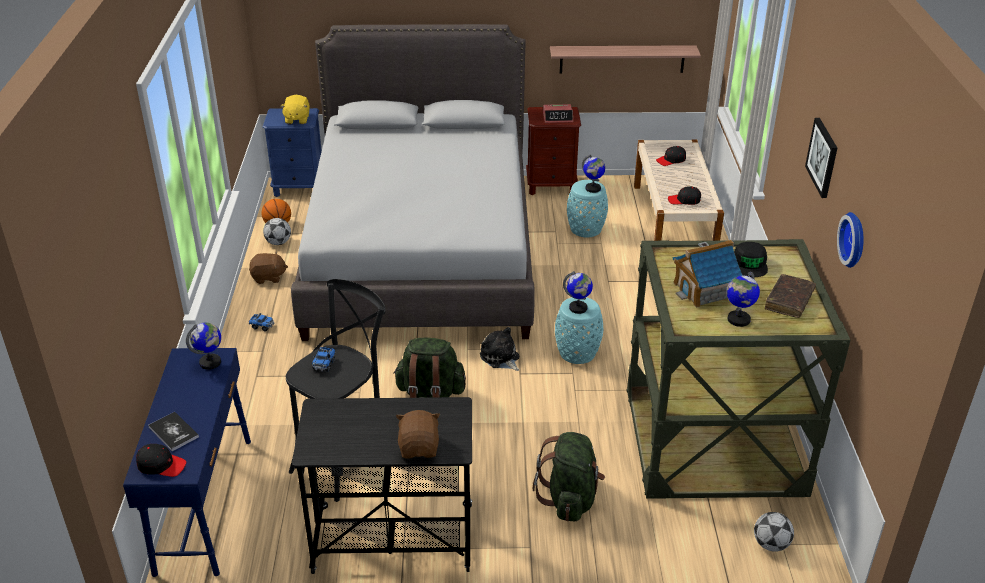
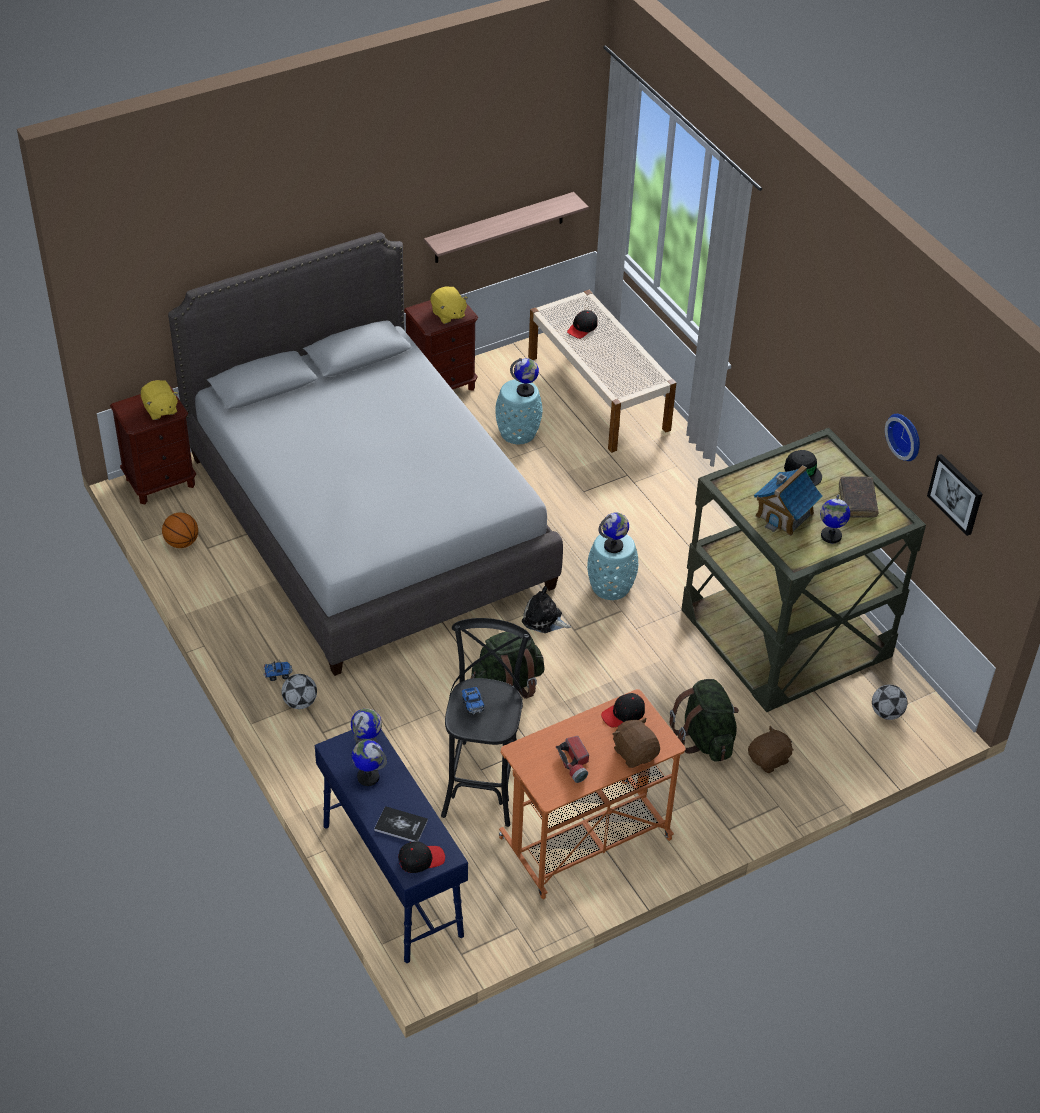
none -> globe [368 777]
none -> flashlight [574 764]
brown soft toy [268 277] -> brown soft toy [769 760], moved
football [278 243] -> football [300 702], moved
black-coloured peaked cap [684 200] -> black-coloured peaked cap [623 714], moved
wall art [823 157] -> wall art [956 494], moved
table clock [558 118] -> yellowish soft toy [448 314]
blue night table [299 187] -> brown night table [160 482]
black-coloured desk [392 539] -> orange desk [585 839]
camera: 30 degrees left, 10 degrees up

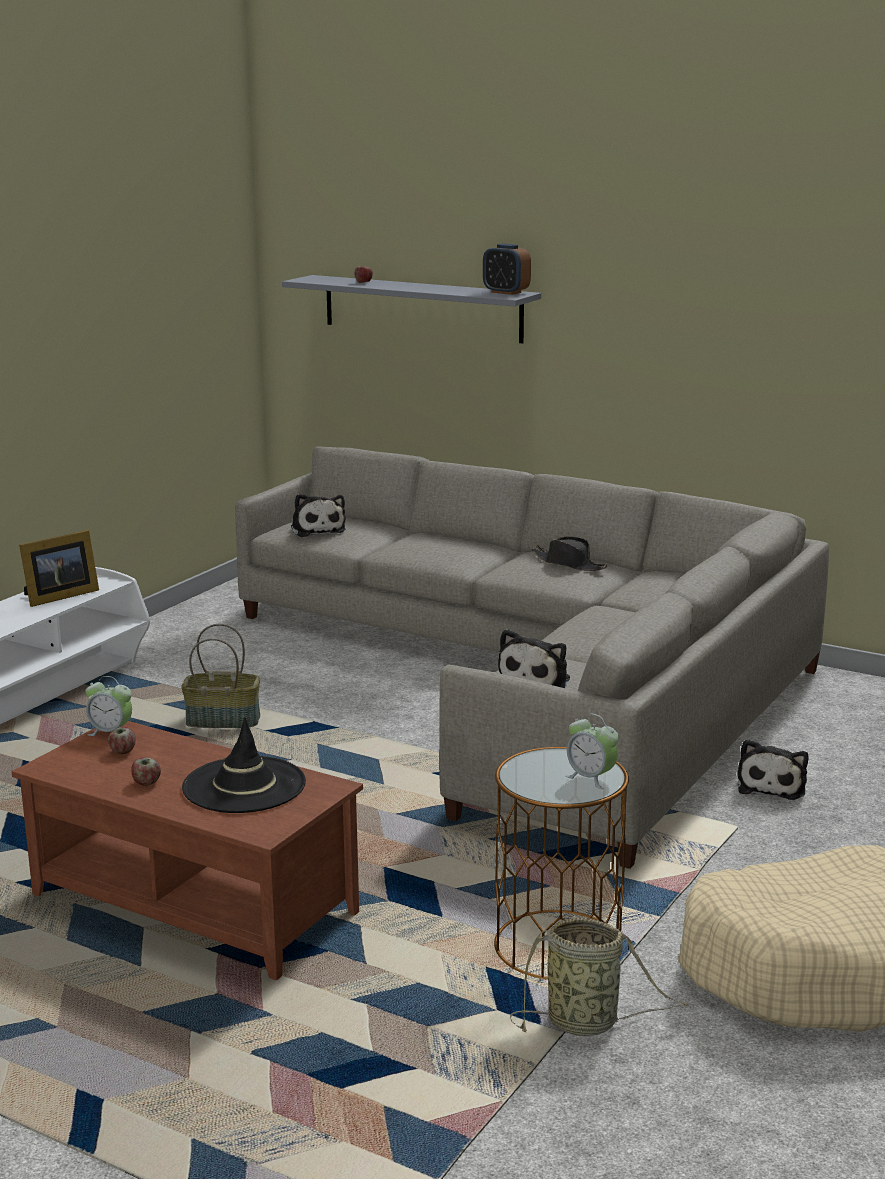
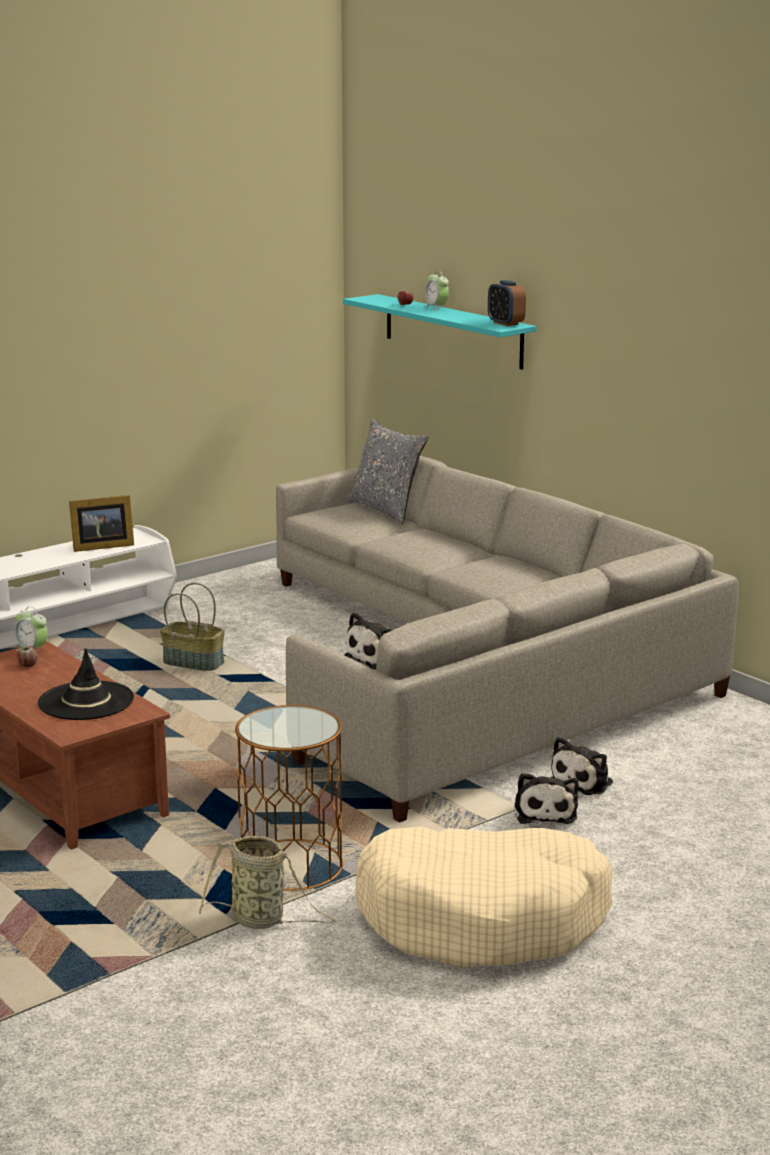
apple fruit [146 783] -> none
black-coloured clothing hat [569 563] -> none
none -> gray pillow [386 510]
soft toy [317 530] -> soft toy [545 812], moved
table clock [591 778] -> table clock [436 308], moved
gray bracket shelf [422 308] -> turquoise-coloured bracket shelf [453 331]
camera: 20 degrees right, 0 degrees up

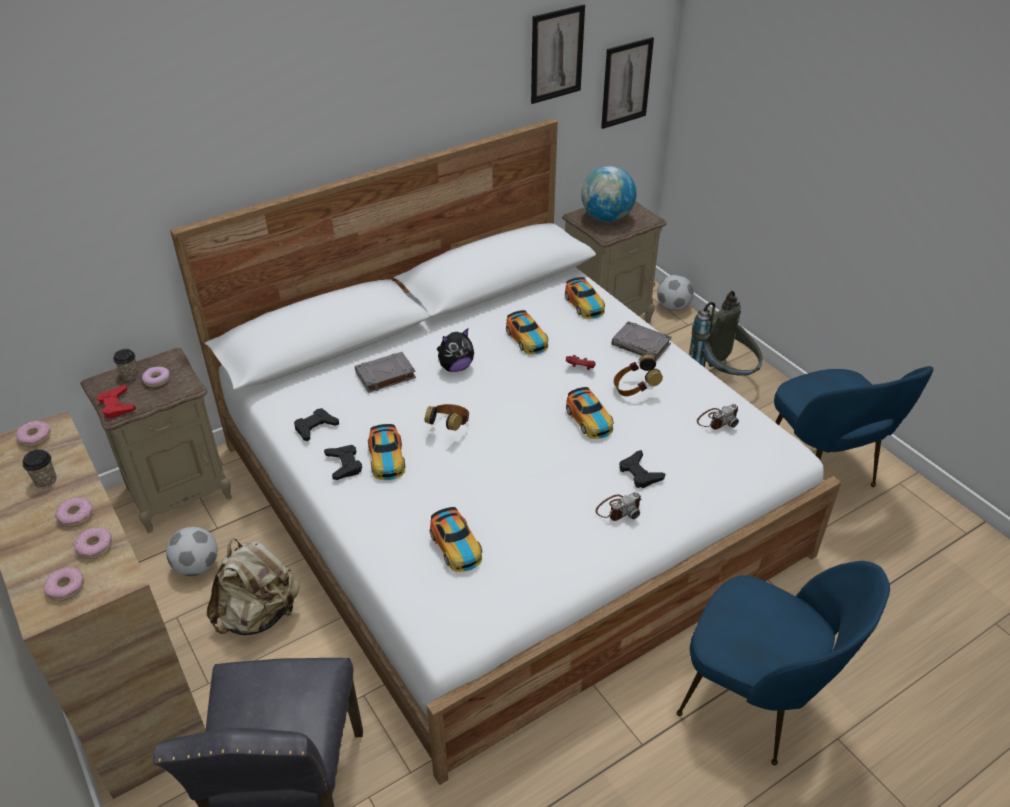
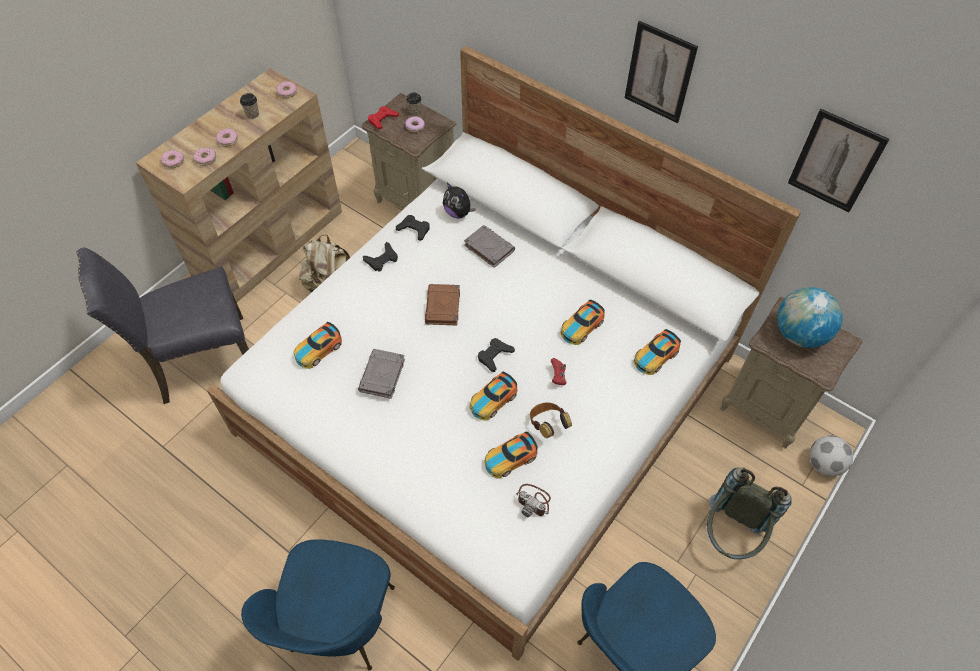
football [197 567] -> none
still camera [618 509] -> none
model car [386 458] -> model car [510 458], moved
soft toy [455 367] -> soft toy [458 213], moved
wall art [626 83] -> wall art [659 73], moved
gray volume [641 345] -> gray volume [382 376], moved
black-coloured game controller [639 473] -> black-coloured game controller [494 356], moved
headset [449 427] -> brown volume [443 307]
camera: 70 degrees right, 15 degrees up

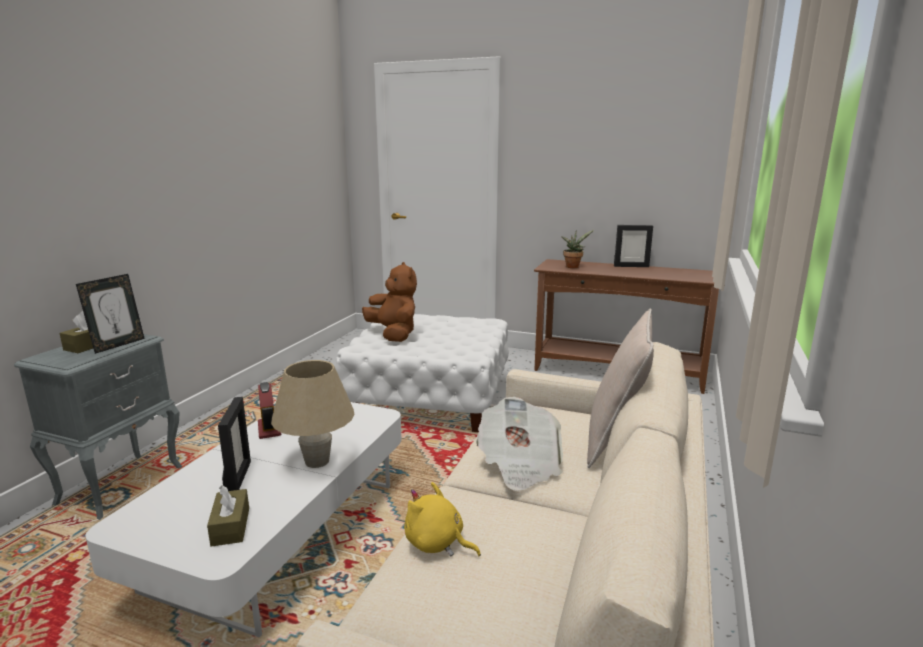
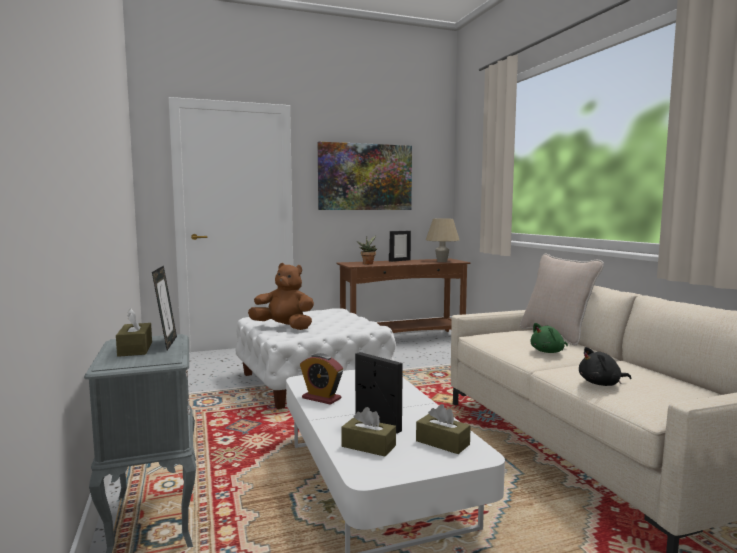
none -> wall art [365 177]
none -> brown tissue holder [368 446]
sand-coloured table lamp [317 461] -> sand-coloured table lamp [442 261], moved
printed paper [519 464] -> green-coloured soft toy [548 352]
yellowish soft toy [437 543] -> black-coloured soft toy [602 384]
camera: 40 degrees left, 10 degrees down

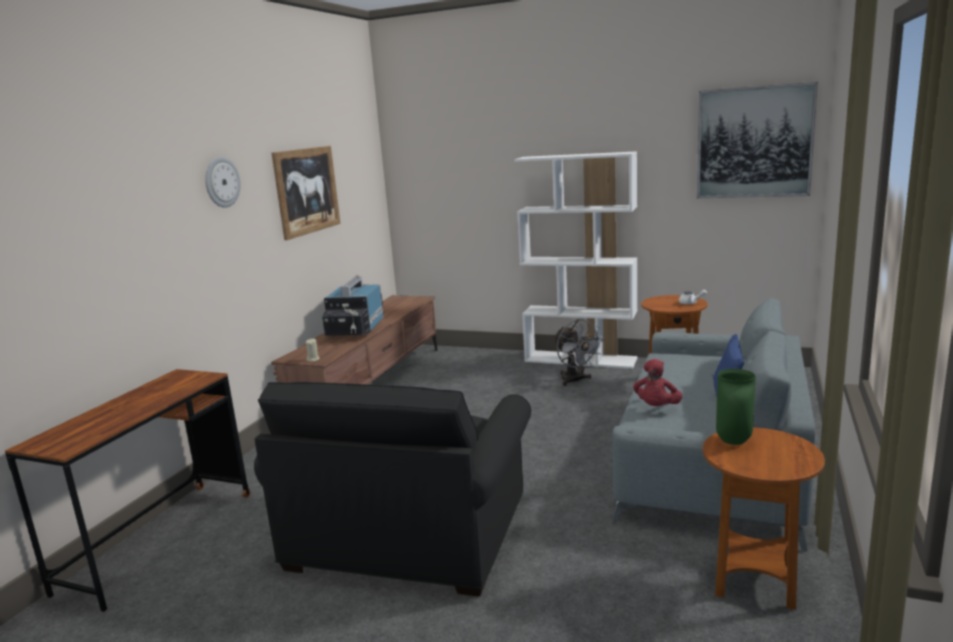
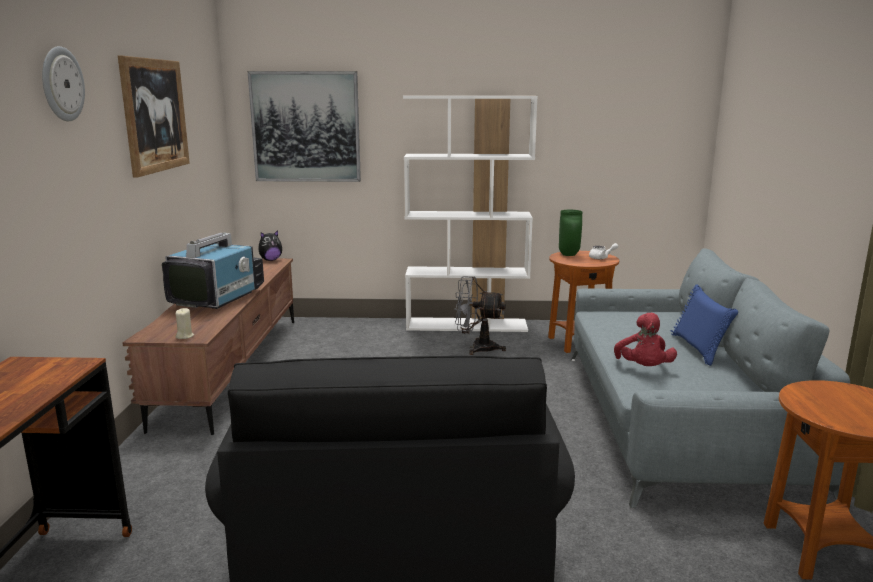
none -> soft toy [270 260]
wall art [754 142] -> wall art [306 127], moved
green-coloured decorative vase [734 441] -> green-coloured decorative vase [569 255], moved
TV set [355 330] -> TV set [218 298], 150 degrees counterclockwise
gray cooling fan [575 381] -> gray cooling fan [477 348], 150 degrees clockwise
camera: 20 degrees left, 0 degrees up

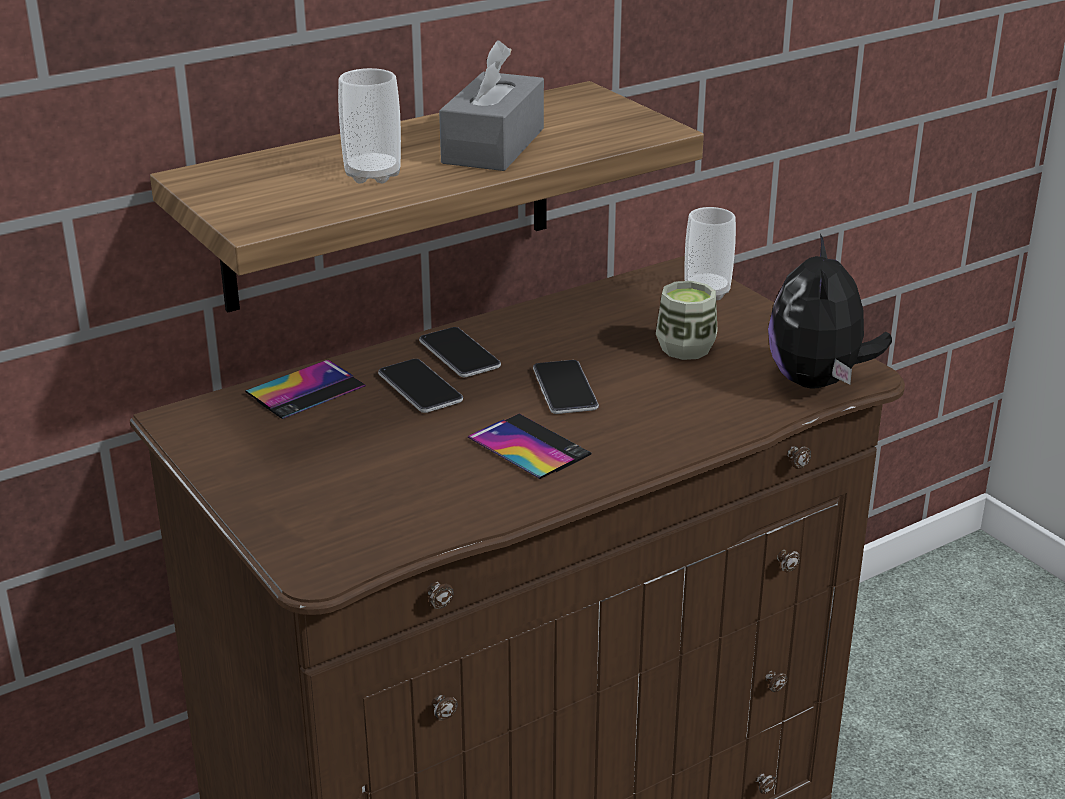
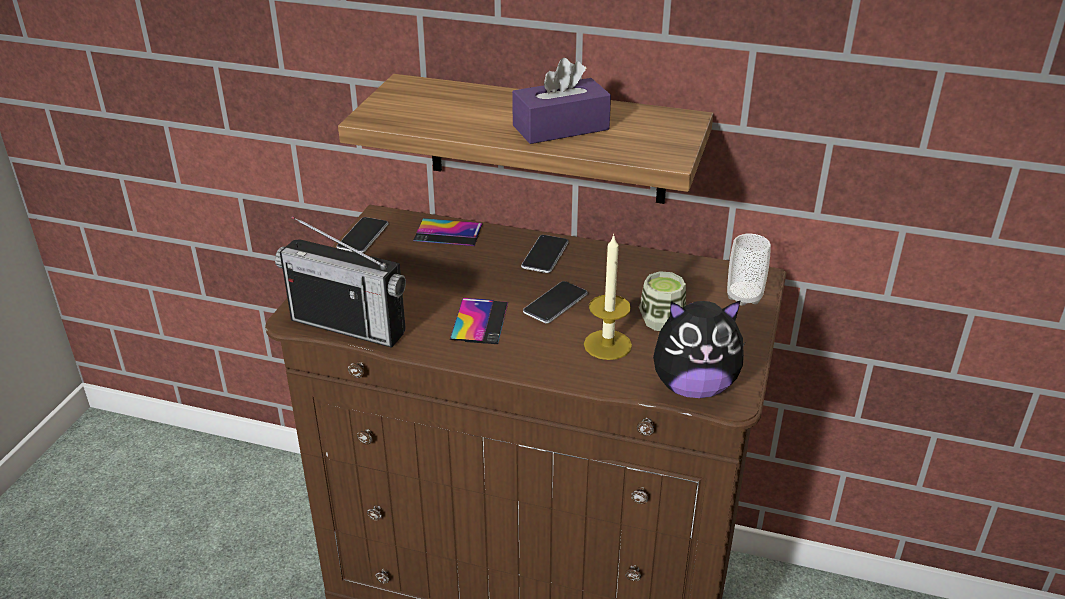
small cup [372 175] -> none
none -> radio set [348 326]
none -> wax candle [607 345]
handset [420 387] -> handset [363 236], moved
gray tissue holder [493 146] -> purplish tissue holder [560 127]
soft toy [818 382] -> soft toy [693 387], 150 degrees counterclockwise
camera: 50 degrees right, 5 degrees up

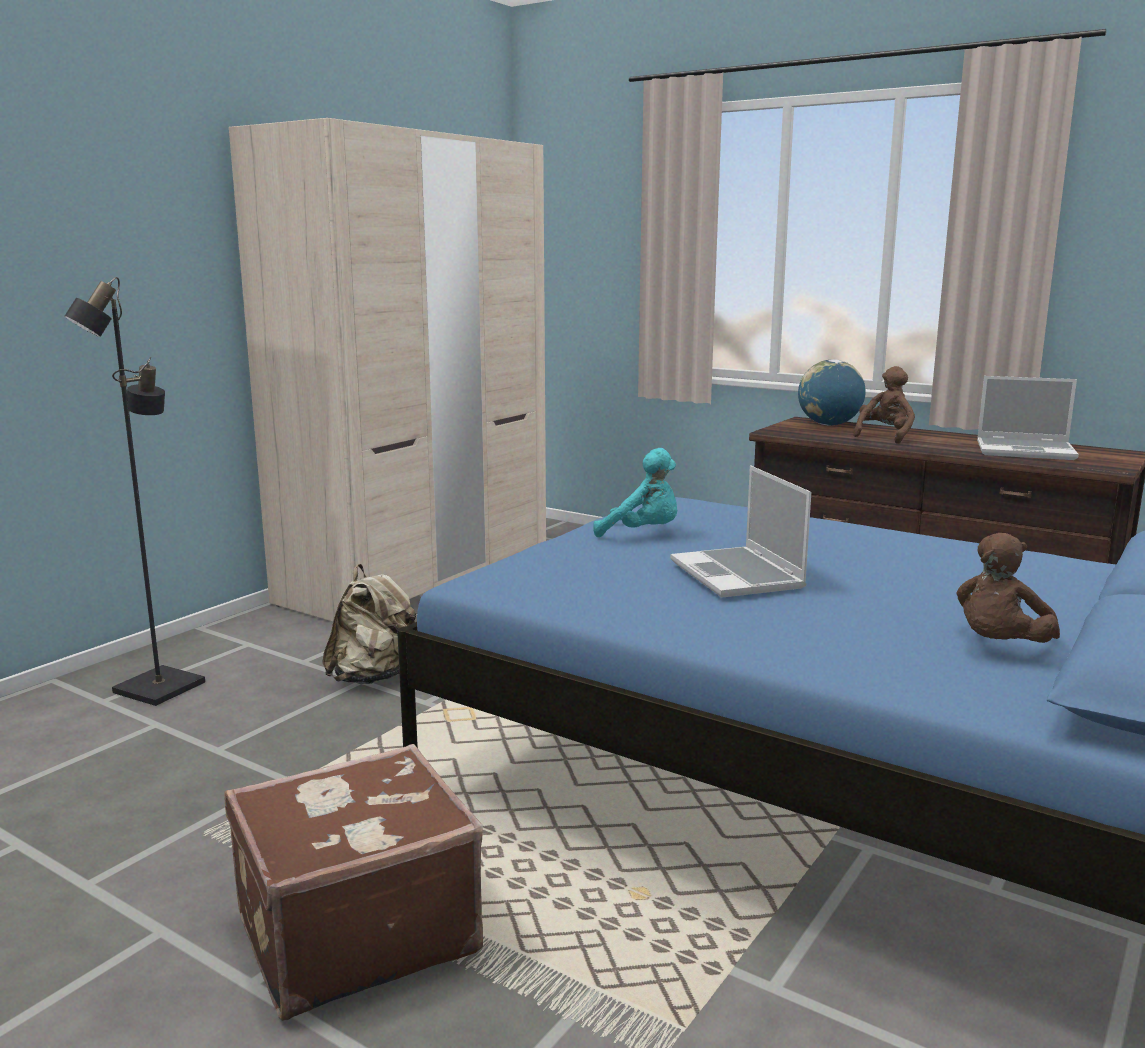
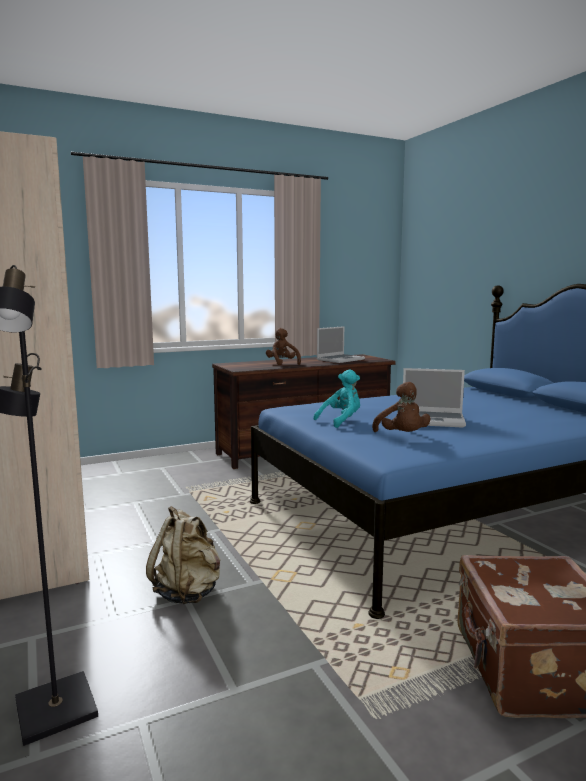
globe [829 425] -> none
brown soft toy [999 647] -> brown soft toy [402 436], moved
camera: 60 degrees left, 5 degrees down

